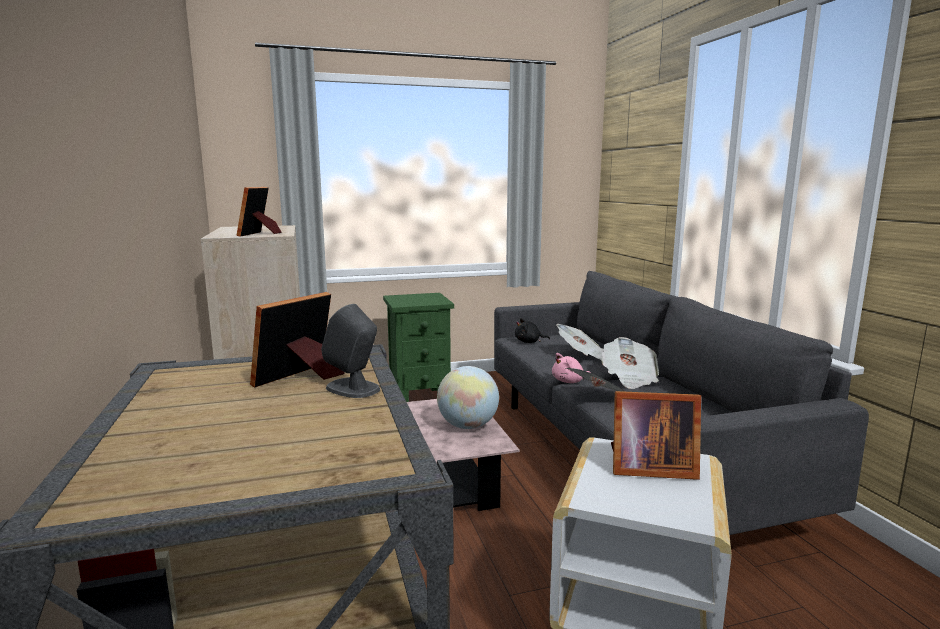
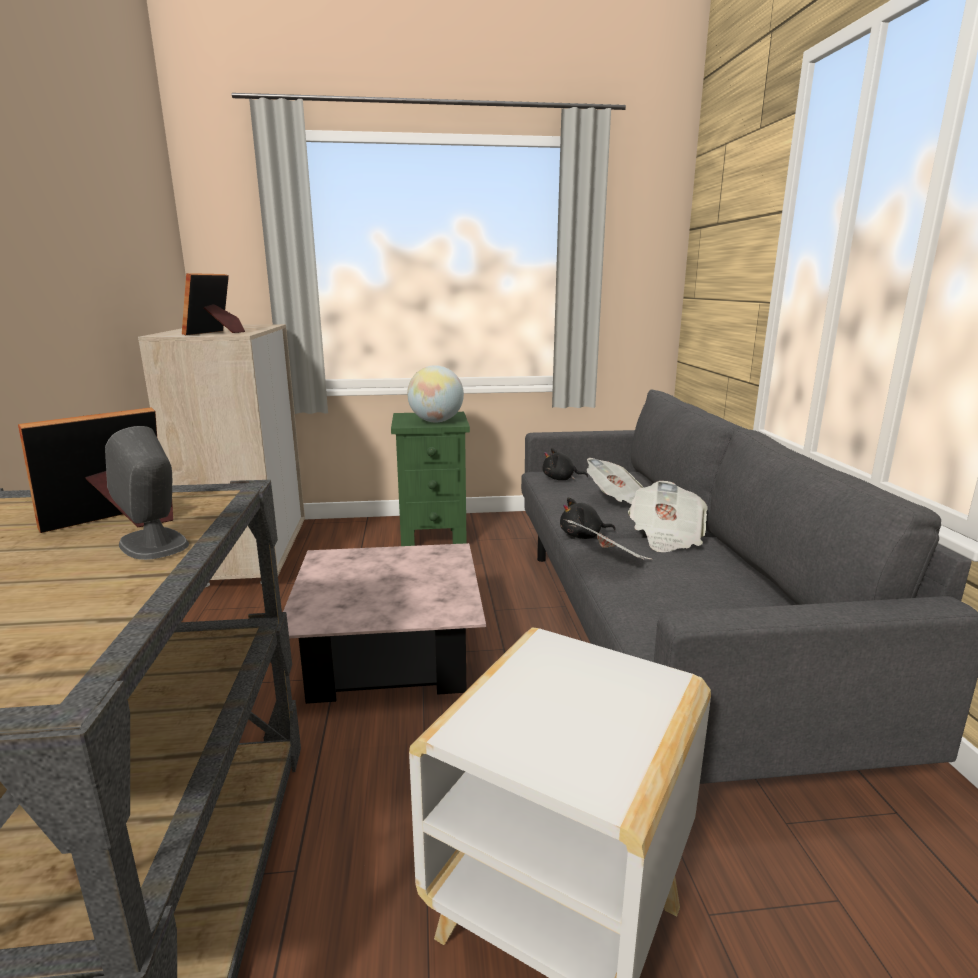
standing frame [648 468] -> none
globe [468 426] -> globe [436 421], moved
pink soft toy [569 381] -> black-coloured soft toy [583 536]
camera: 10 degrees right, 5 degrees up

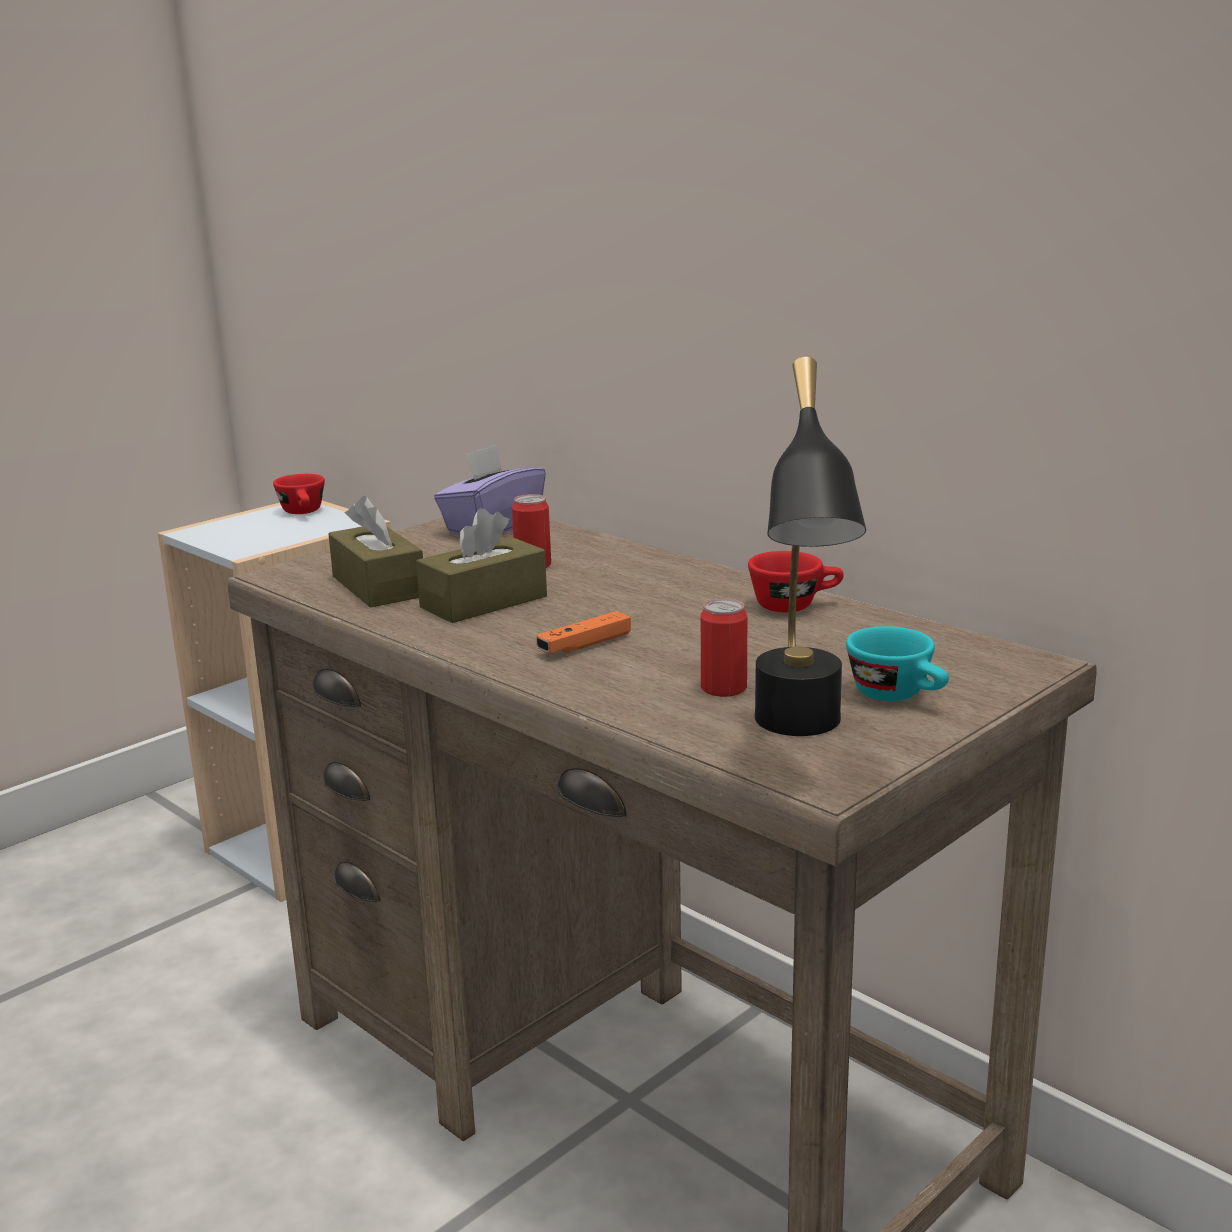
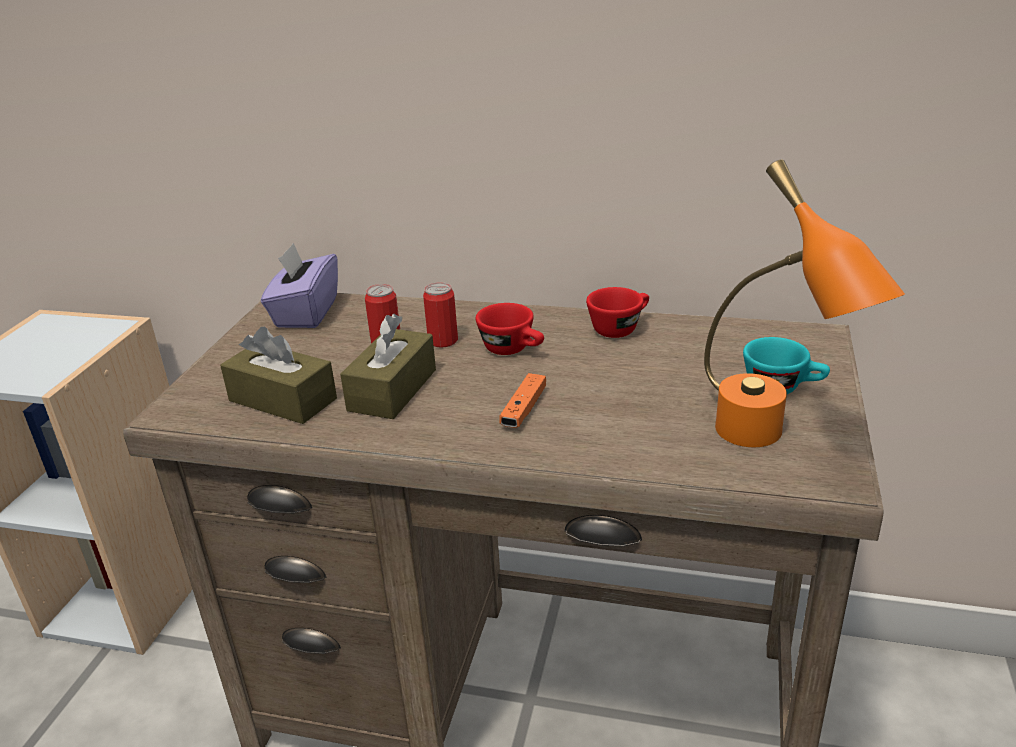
red-coloured small cup [304 513] -> red-coloured small cup [513 349], moved
can [723 688] -> can [443 341], moved
black-coloured table lamp [800 736] -> orange table lamp [771 444]
camera: 30 degrees left, 10 degrees up

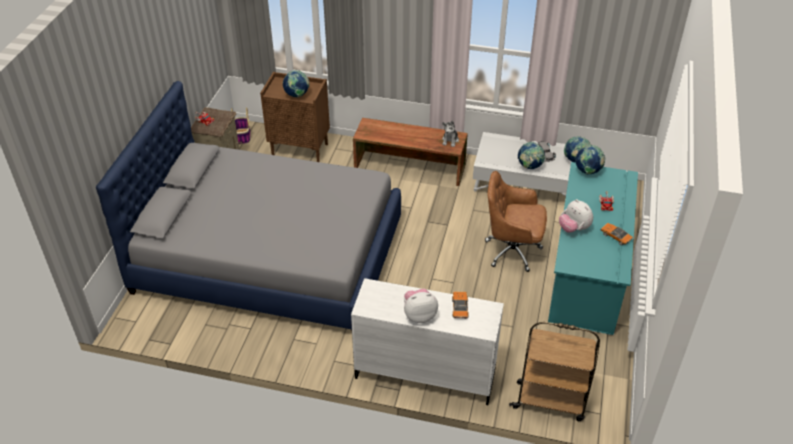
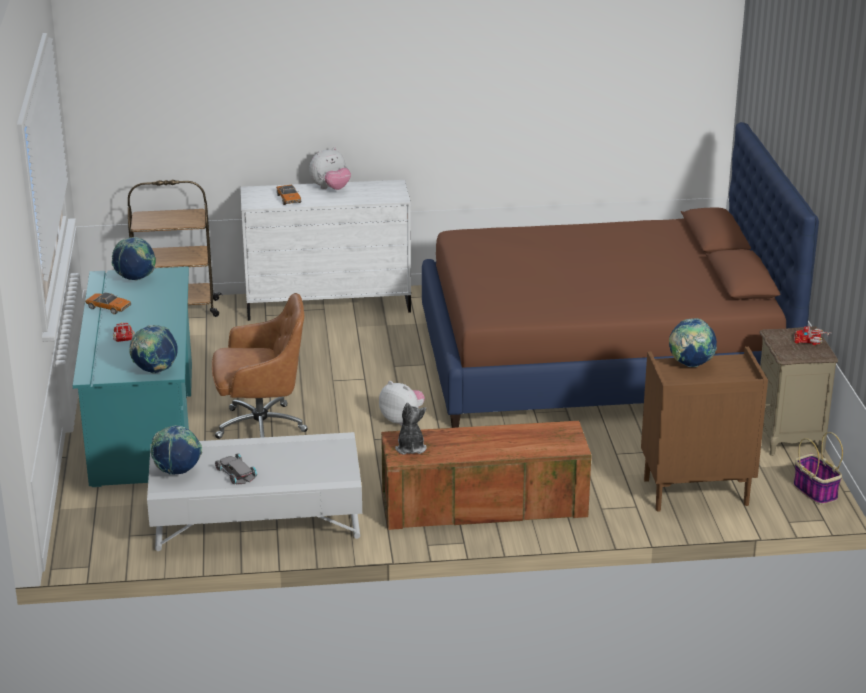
globe [529 167] -> globe [135 279], moved
soft toy [574 228] -> soft toy [402 419], moved
gray bed [269 256] -> brown bed [602 359]
camera: 160 degrees right, 15 degrees down

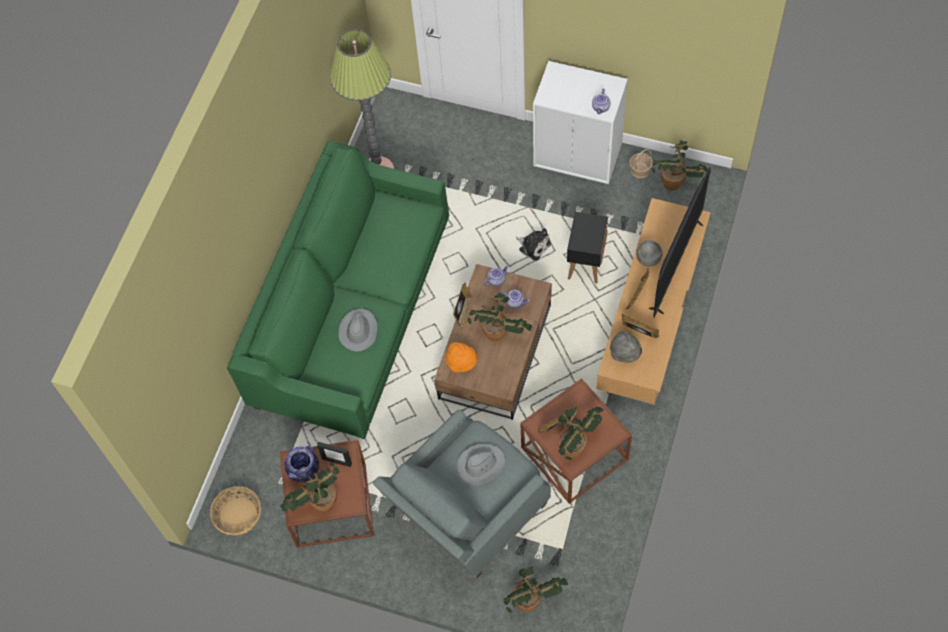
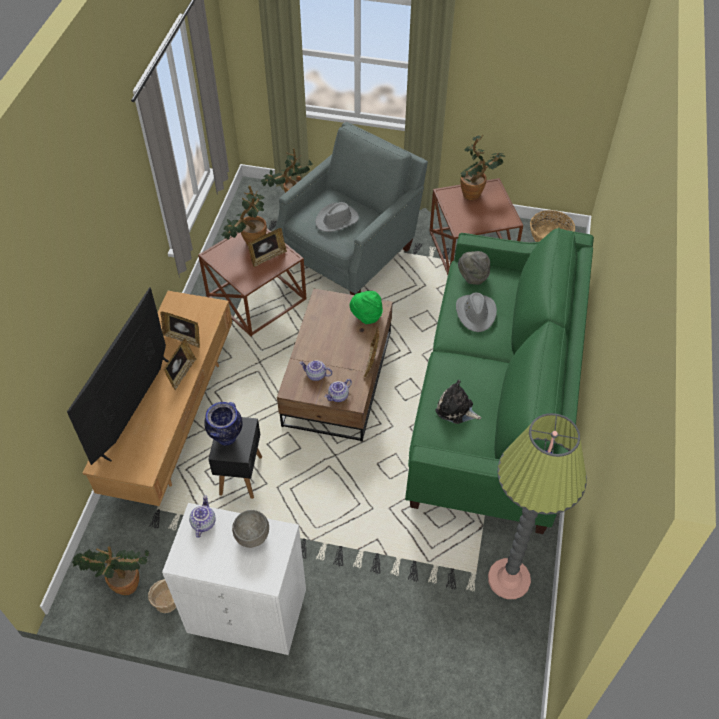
standing frame [337 460] -> none
potted plant [499 335] -> none
decorative vase [305 474] -> decorative vase [226 438], moved
soft toy [533 246] -> soft toy [456 409], moved
gray clothing hat [625 353] -> gray clothing hat [472 276], moved
gray deep dish [648 259] -> gray deep dish [252 536], moved
orange clothing hat [462 363] -> green-coloured clothing hat [366 316]
camera: 170 degrees right, 10 degrees down

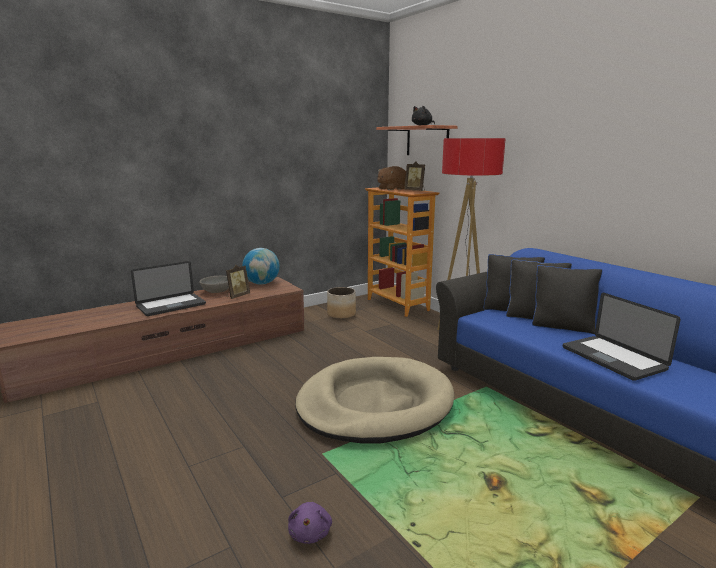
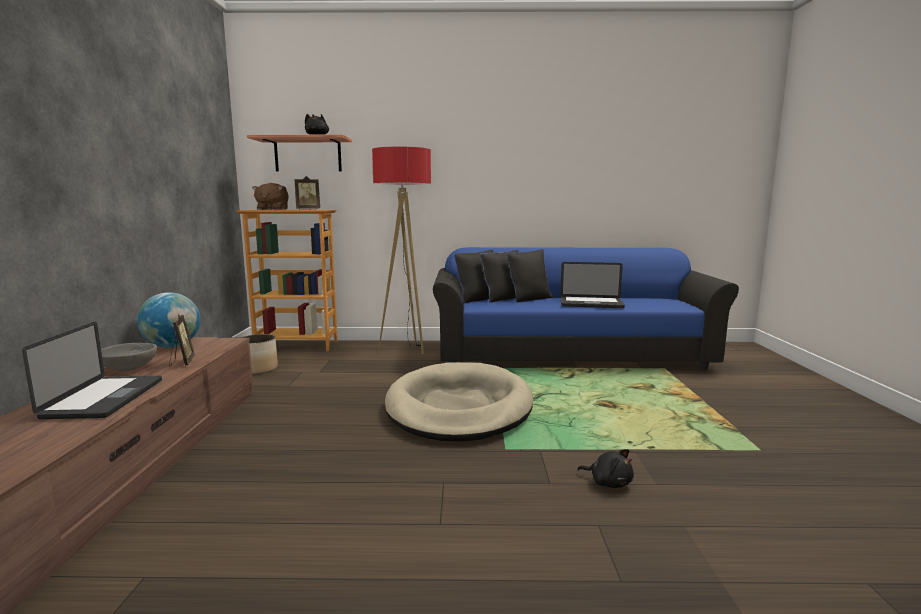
purplish soft toy [310 532] -> black-coloured soft toy [608 482]
camera: 55 degrees left, 5 degrees down

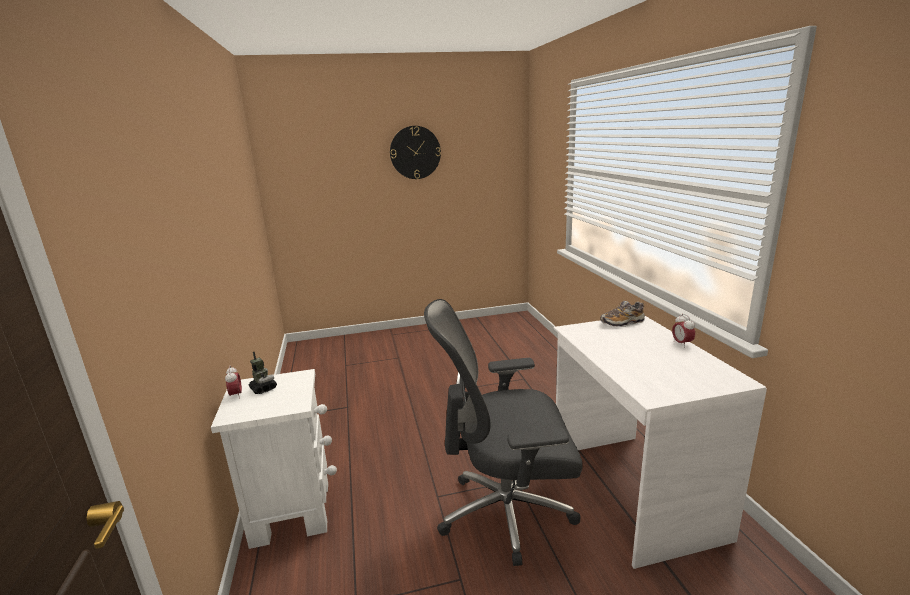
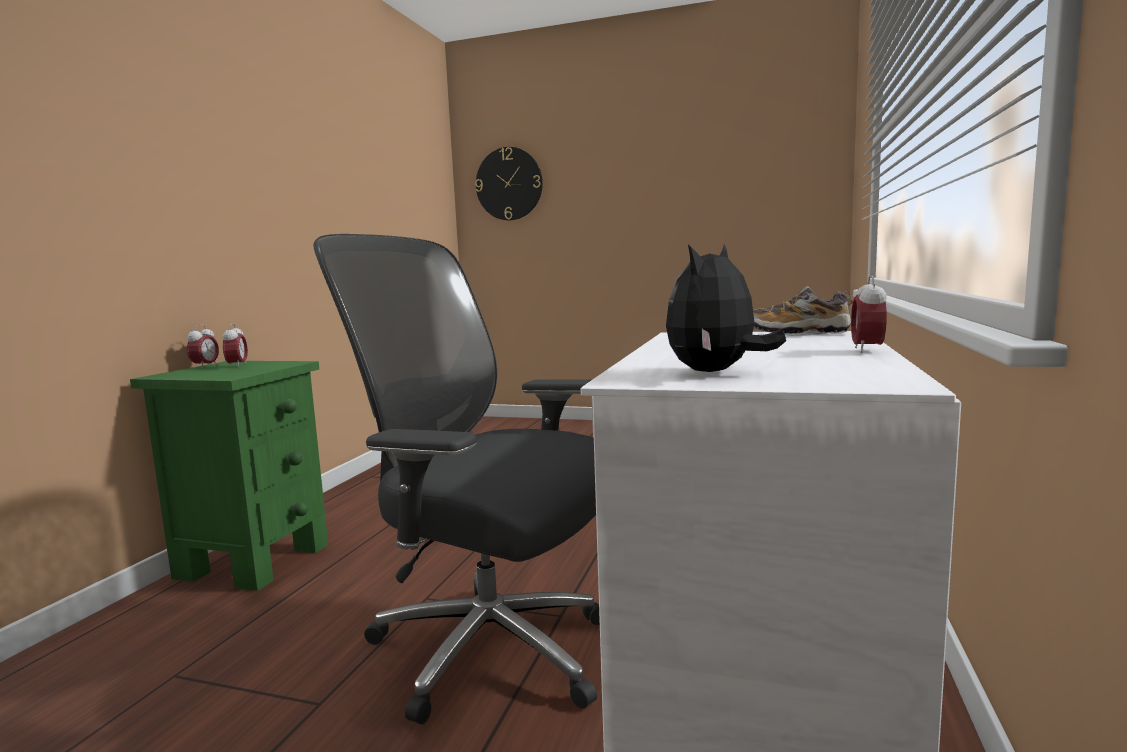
none -> soft toy [716 372]
clock on the wall [415 152] -> clock on the wall [509 184], moved
model robot [263 389] -> table clock [237 366]
whitish night table [293 511] -> green-coloured night table [256 560]
camera: 30 degrees right, 10 degrees down

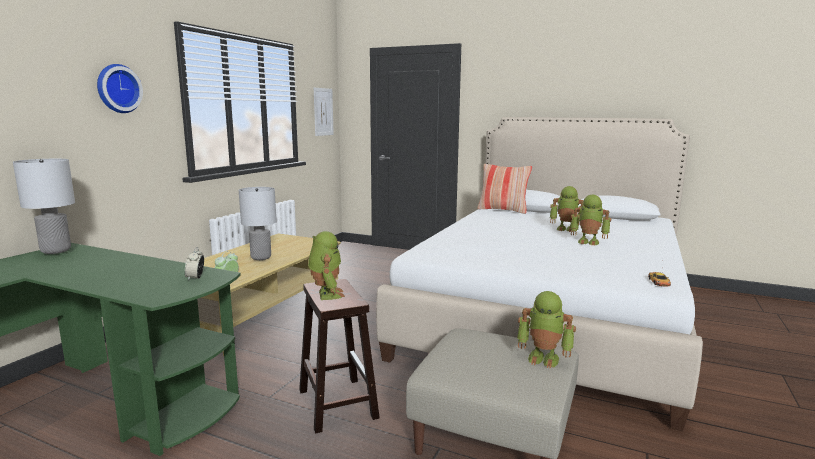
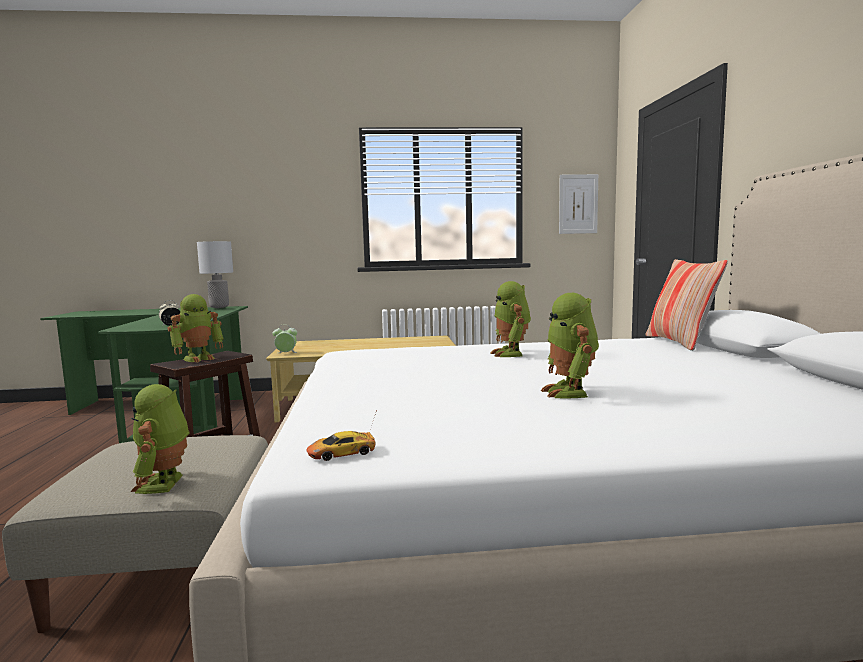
clock on the wall [117 88] -> none
gray table lamp [261 259] -> none
model robot [566 229] -> model robot [511 354], moved
camera: 60 degrees right, 5 degrees down

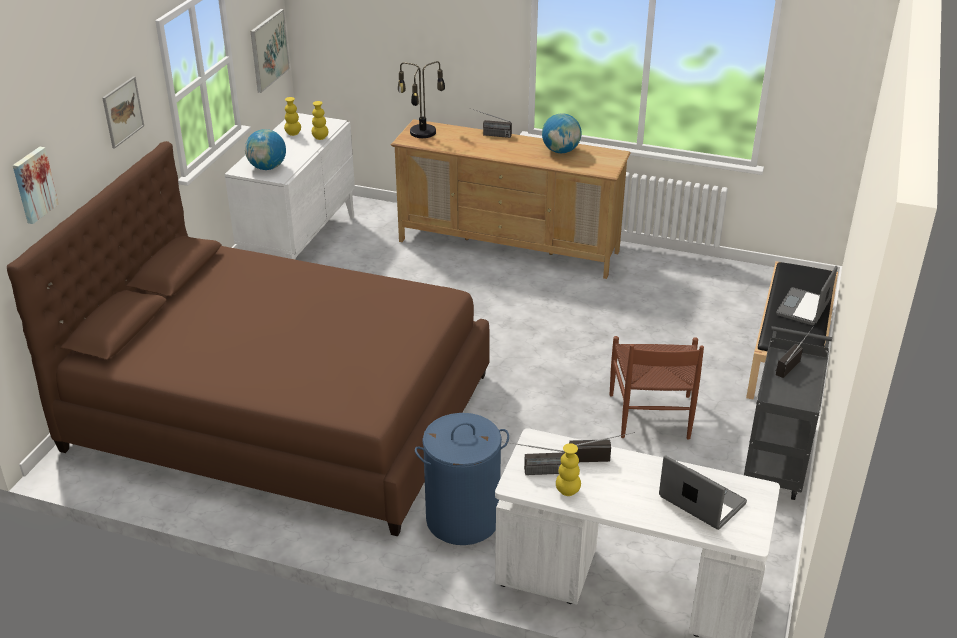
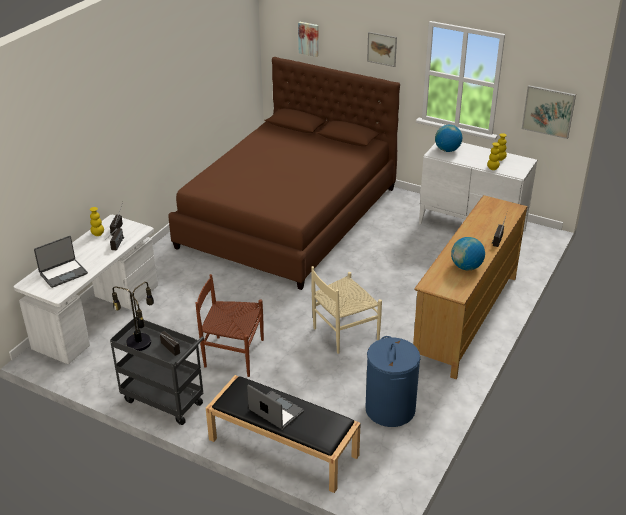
none -> sand-coloured chair [344 333]
table lamp [422 132] -> table lamp [139 342], moved
blue hamper [462 519] -> blue hamper [390 409], moved
camera: 100 degrees right, 0 degrees up

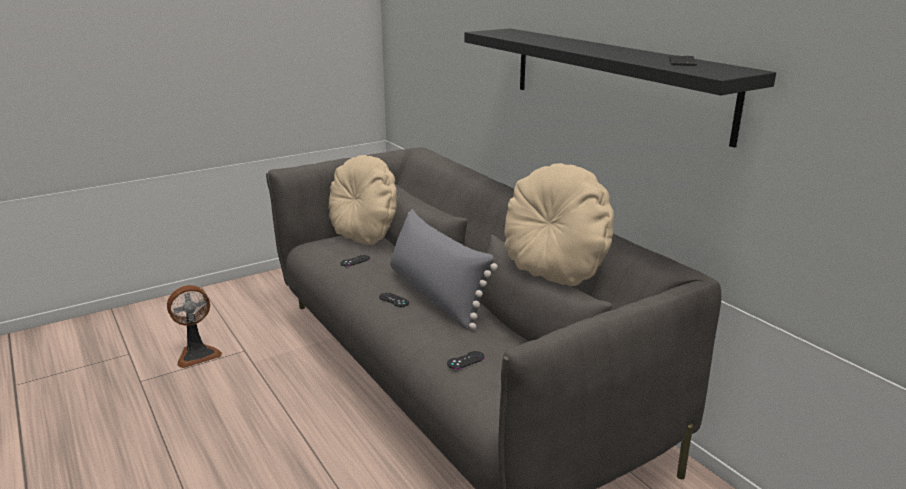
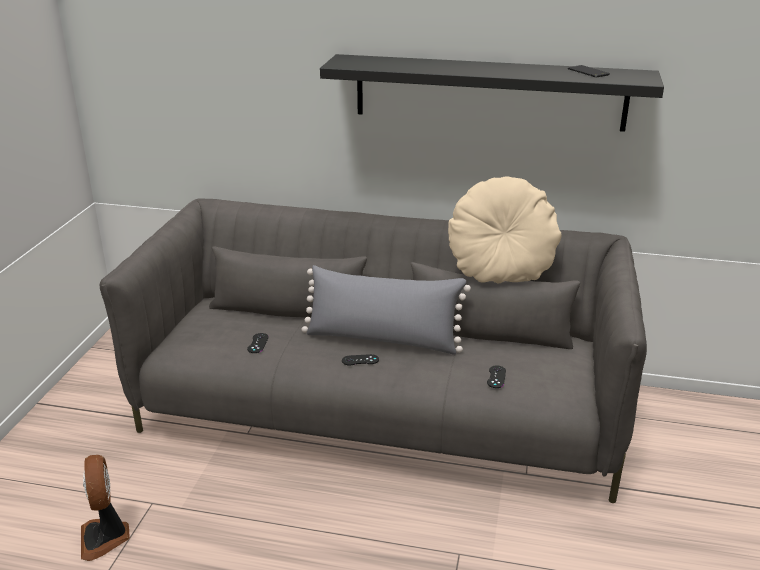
sand-coloured pillow [364 237] -> none
cooling fan [197 354] -> cooling fan [105 537], 150 degrees clockwise
camera: 45 degrees left, 5 degrees up

